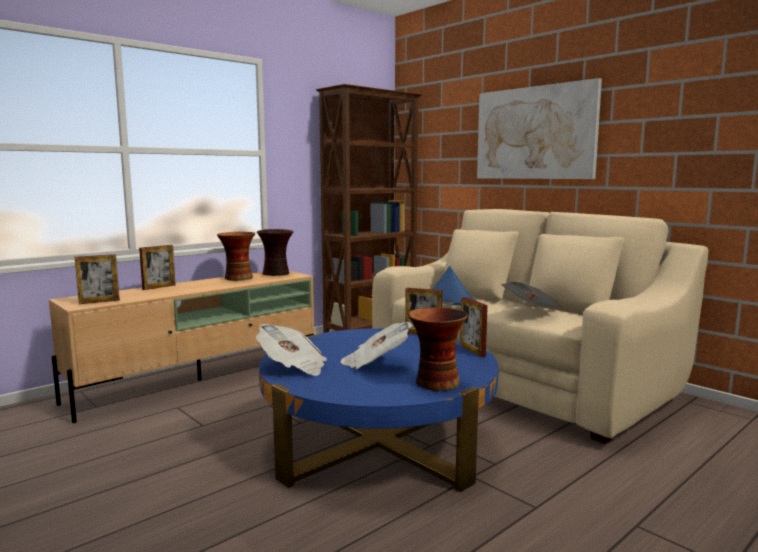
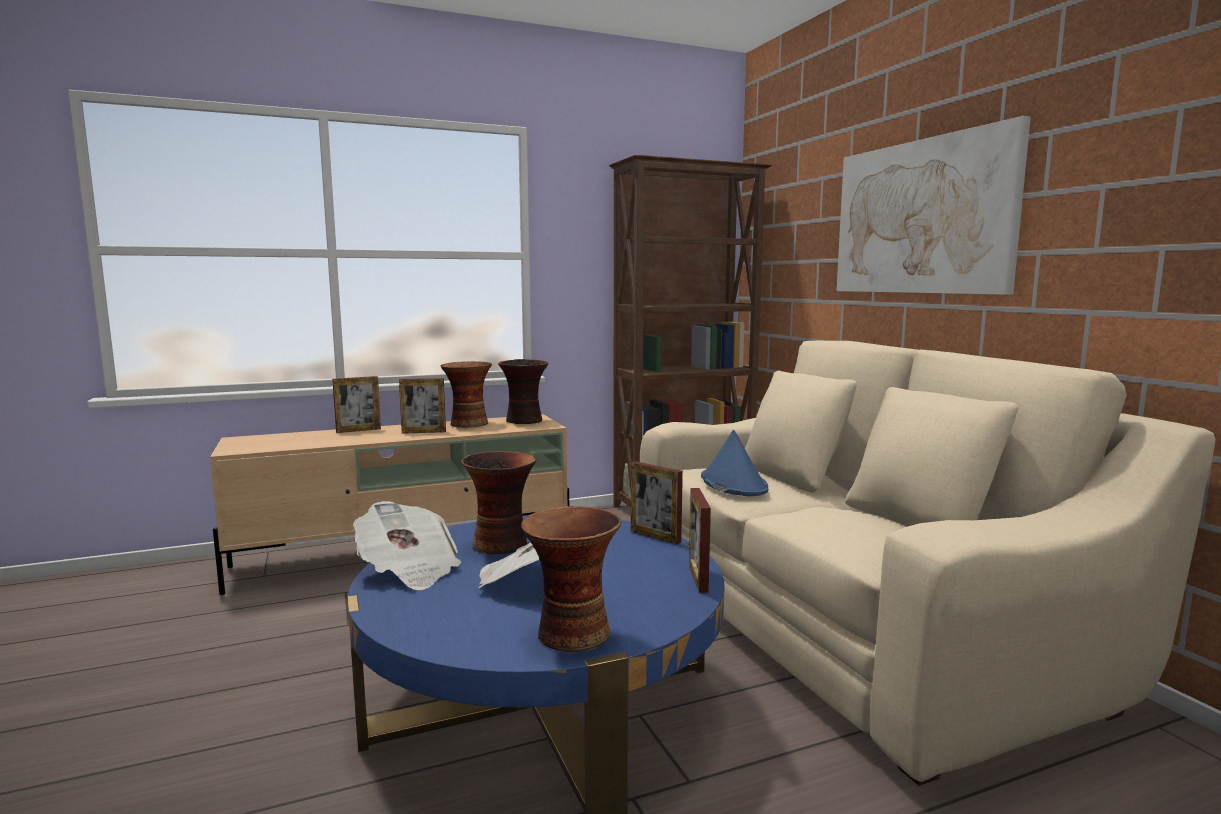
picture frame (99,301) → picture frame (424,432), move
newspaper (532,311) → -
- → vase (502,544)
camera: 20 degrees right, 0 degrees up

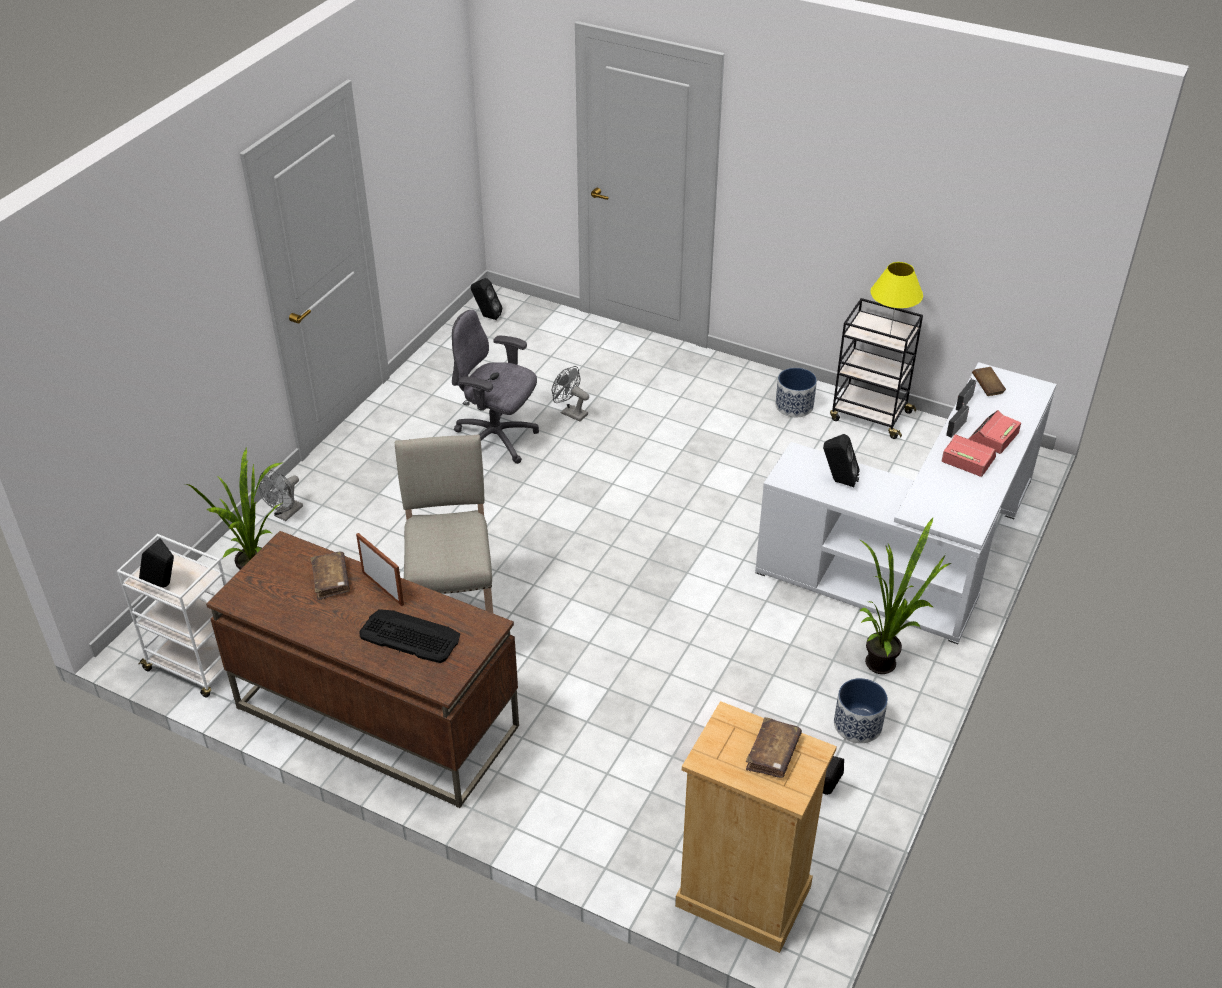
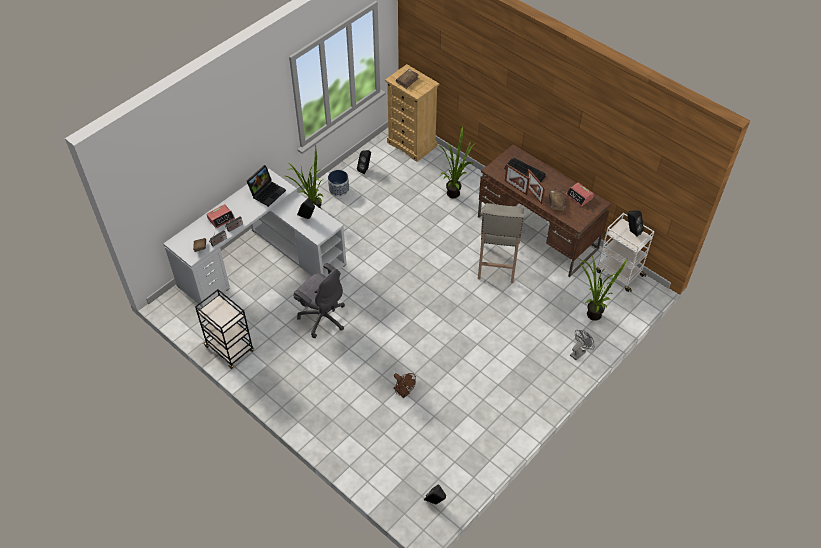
yellow table lamp (889,338) → -
grey office chair (496,440) → grey office chair (322,317), move
grey fan (570,413) → brown fan (403,392)
planter (794,406) → -
alarm clock (967,460) → alarm clock (579,197), move
- → potted plant (455,192)
- → picture frame (516,187)
- → laptop (267,192)
camera: 165 degrees left, 10 degrees up

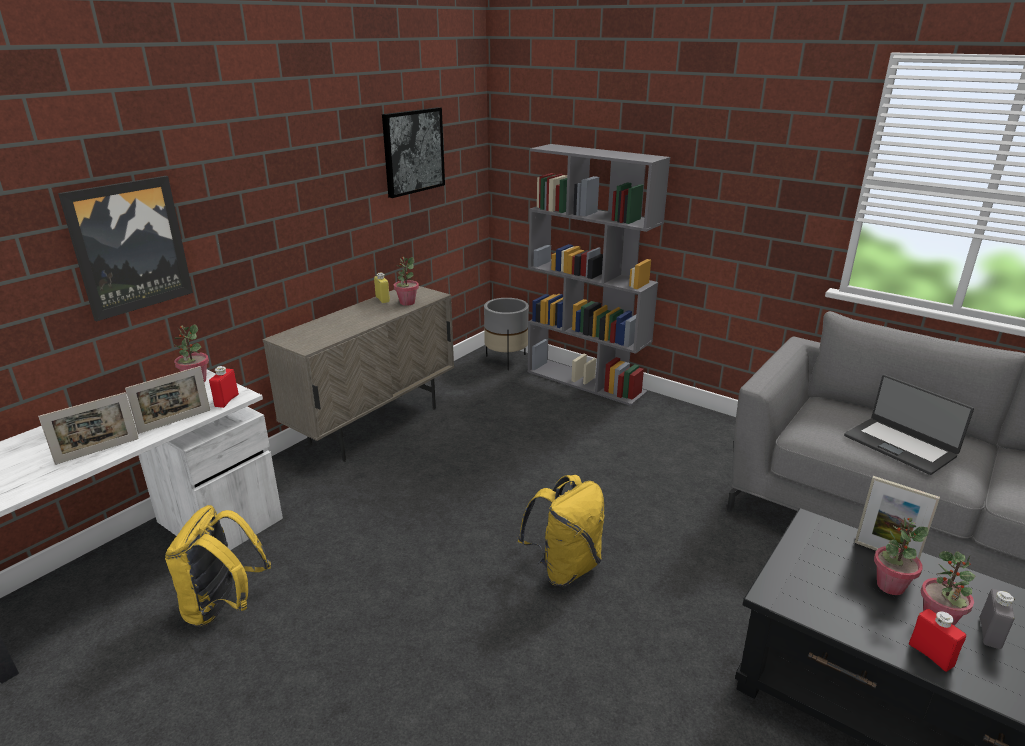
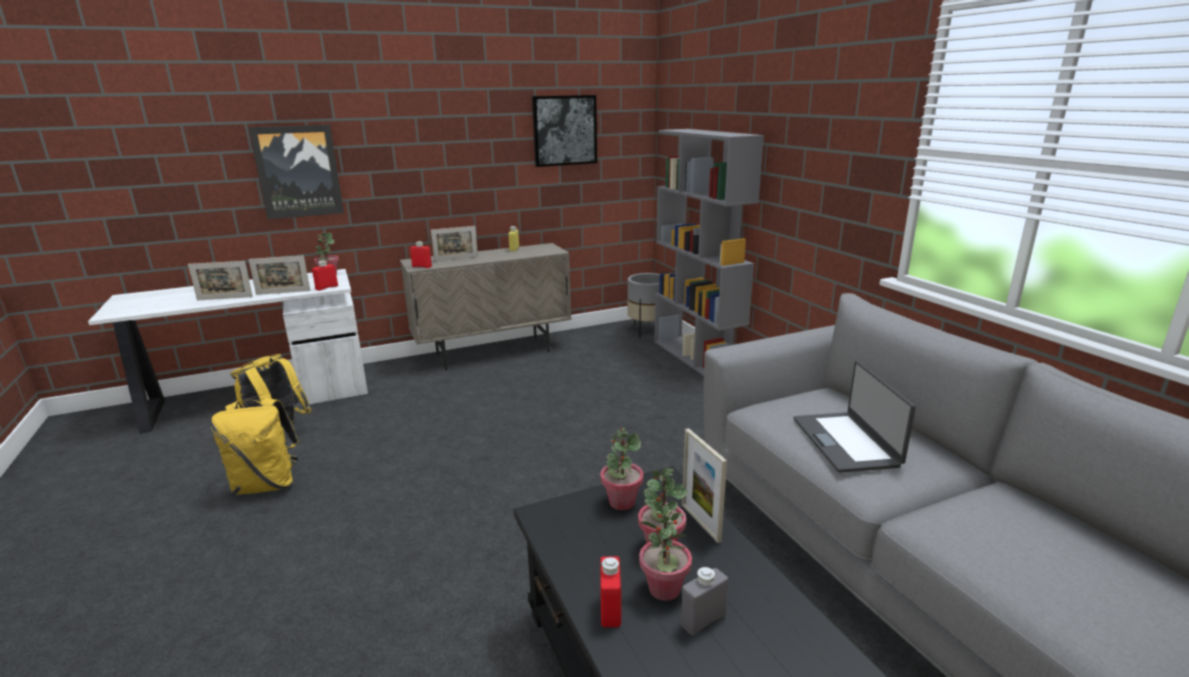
potted plant (407,303) → potted plant (621,502), move
yellow backpack (564,567) → yellow backpack (267,485), move
- → picture frame (456,258)
- → red bottle (422,266)
camera: 30 degrees right, 5 degrees down

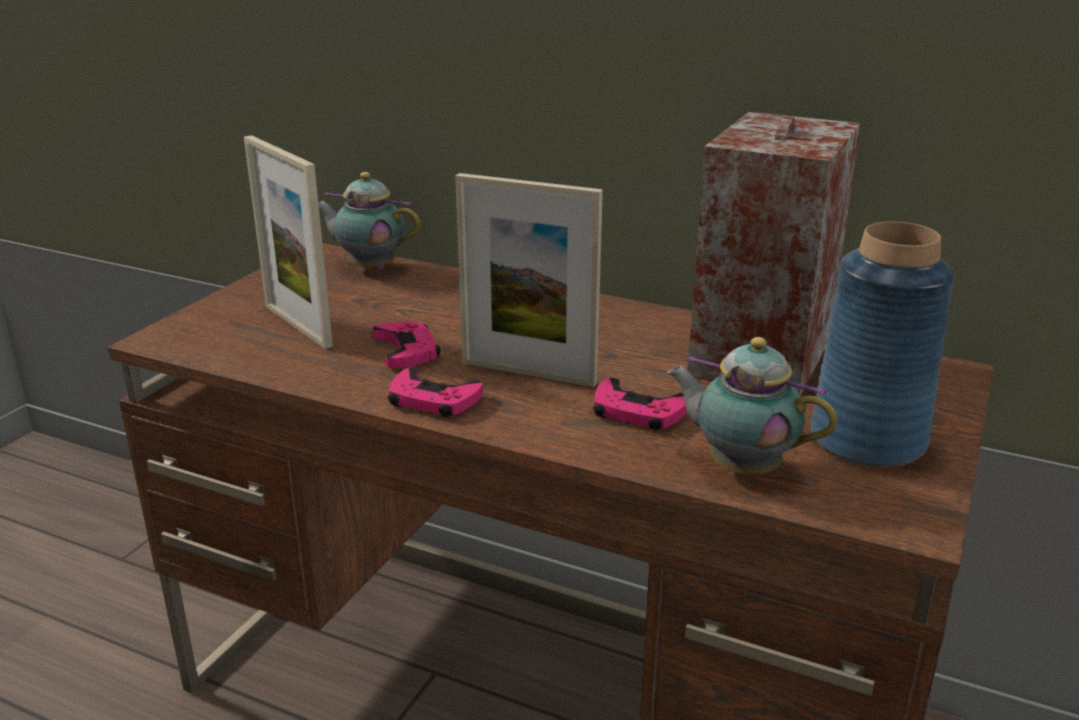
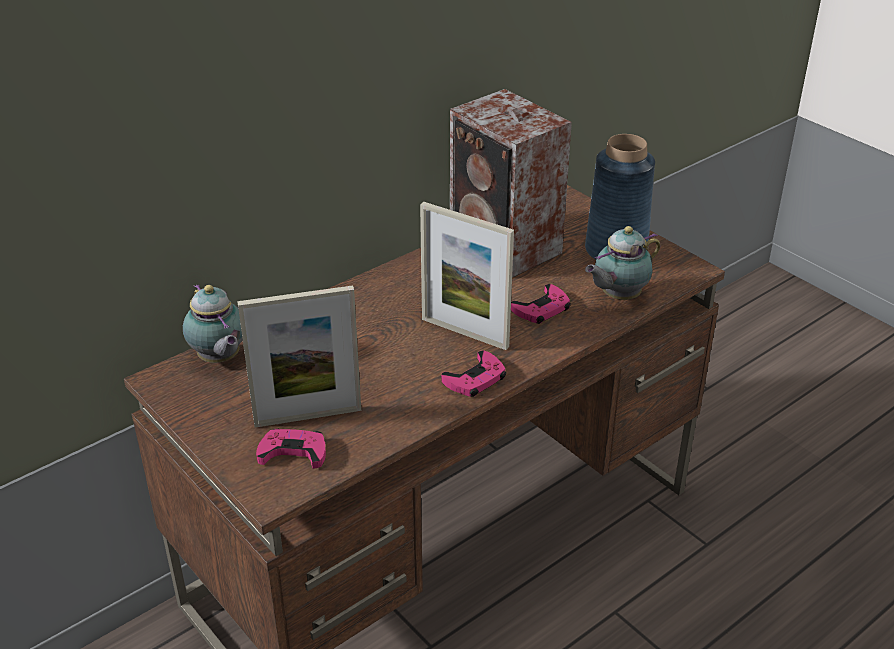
teapot (369,267) → teapot (219,359), 75 degrees counterclockwise
picture frame (528,372) → picture frame (464,333), 75 degrees clockwise
pink game controller (407,350) → pink game controller (293,452), move
camera: 65 degrees left, 10 degrees up

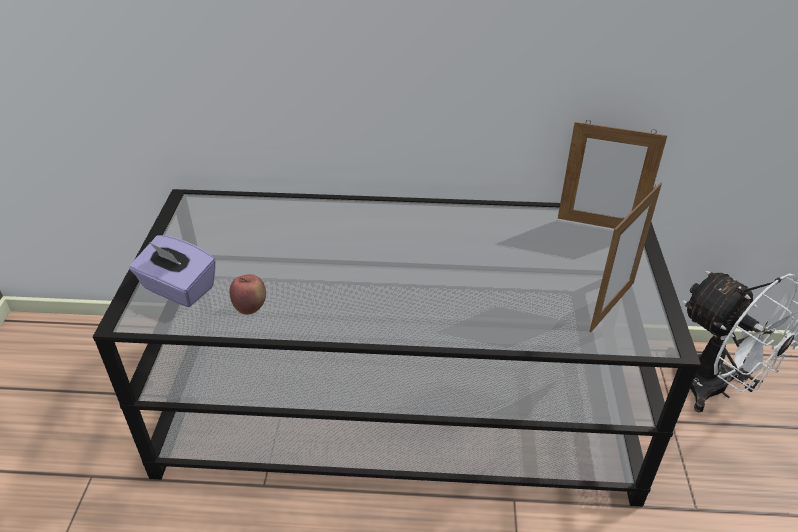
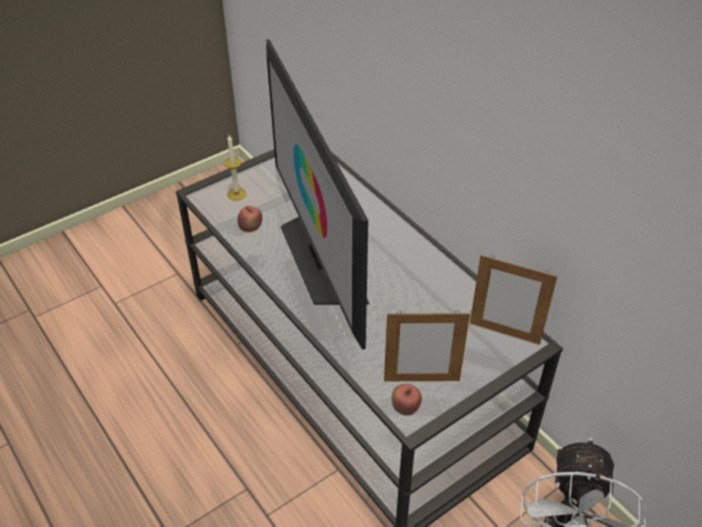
picture frame (598,225) → picture frame (504,333), 45 degrees counterclockwise
purple tissue box (178,289) → candle (236,194)
- → television (320,258)
- → apple (405,409)
camera: 50 degrees right, 5 degrees up

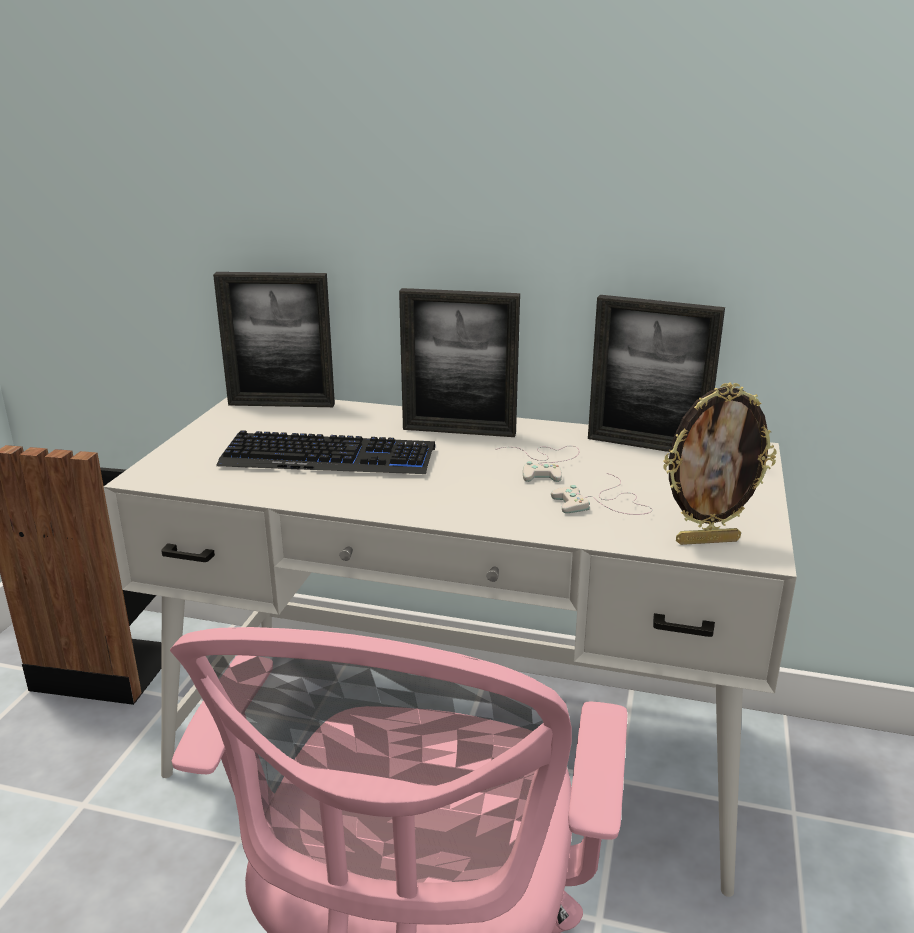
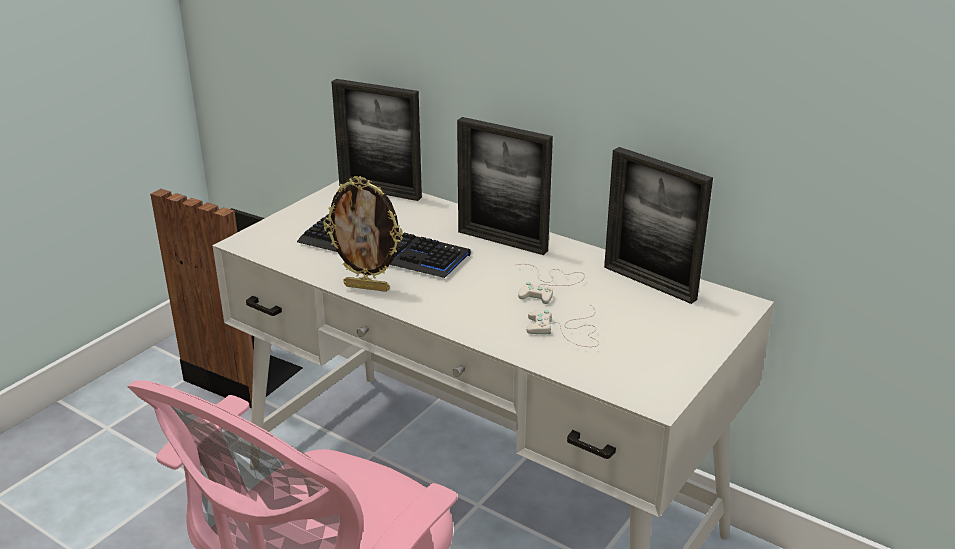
picture frame (707,540) → picture frame (367,287), move
camera: 20 degrees right, 5 degrees up

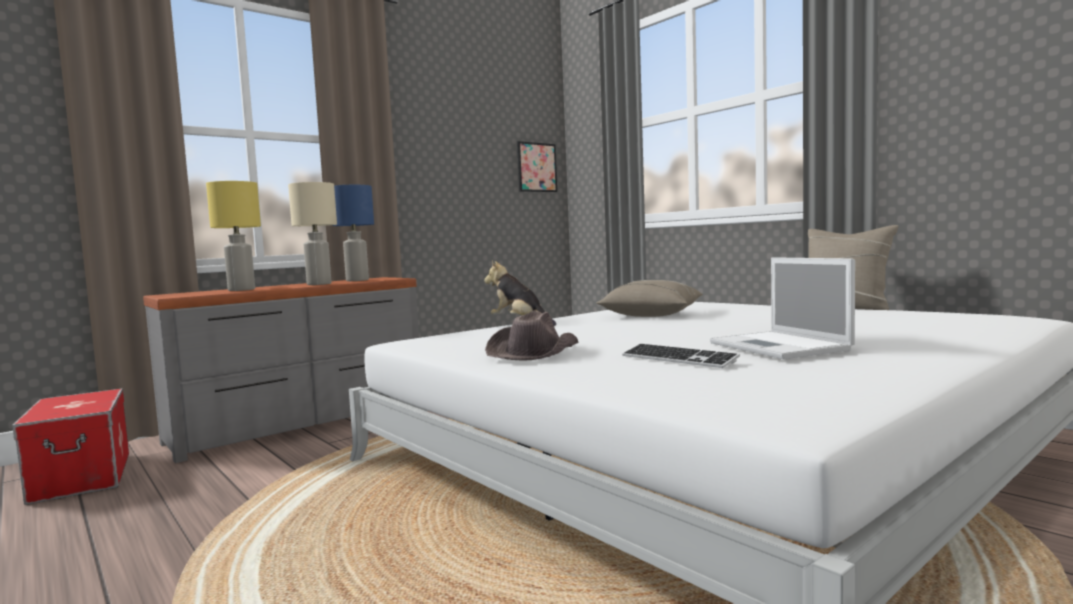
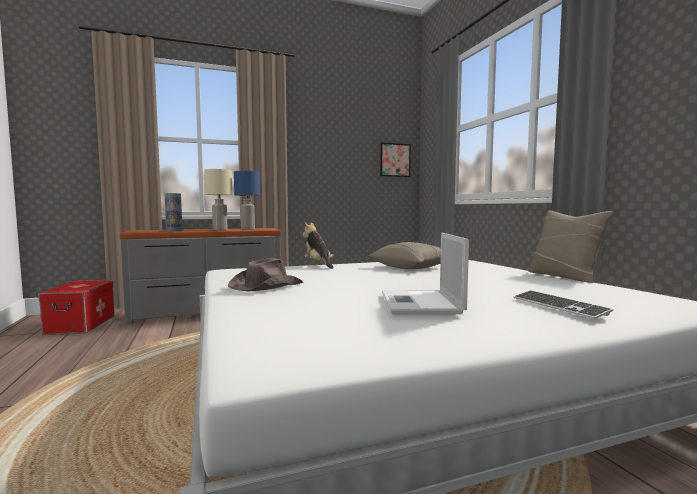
yellow table lamp (242,290) → vase (174,230)
keyboard (678,359) → keyboard (558,306), move
camera: 20 degrees right, 0 degrees up

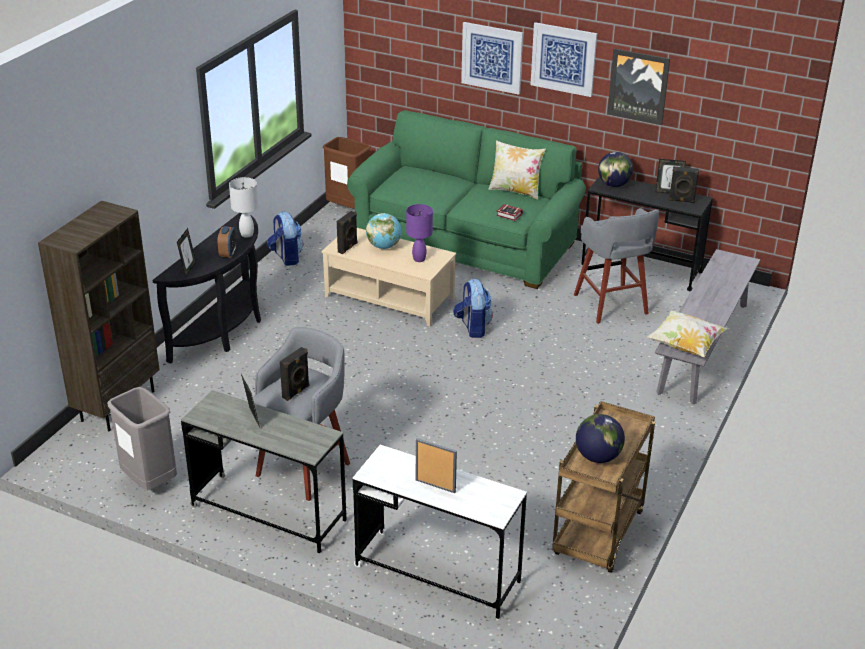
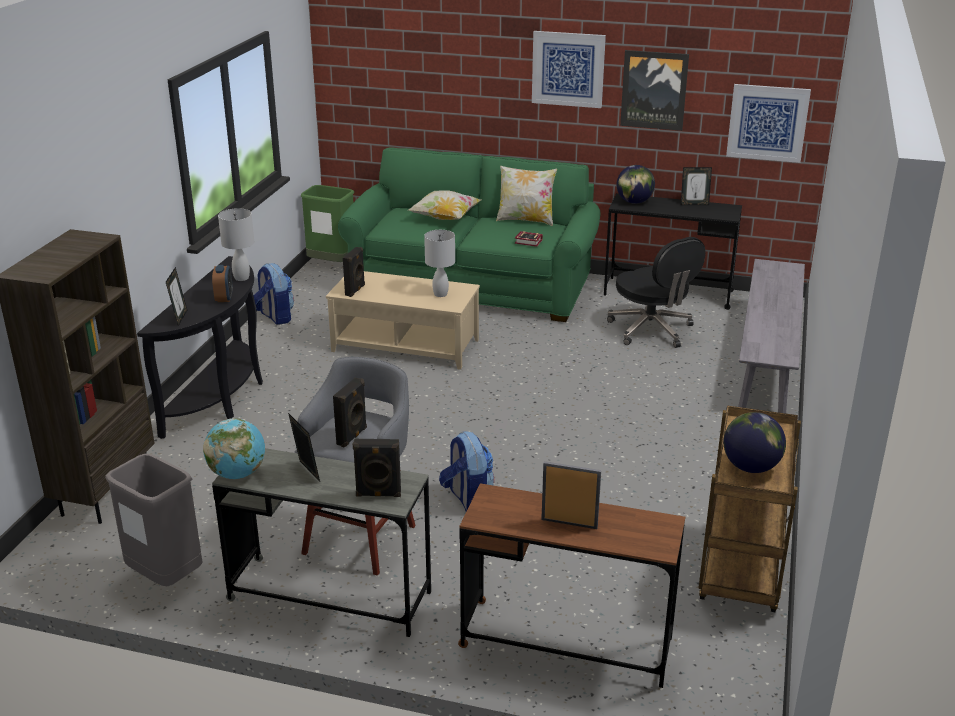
picture (492,57) → picture (767,123), move
brown trash can (348,208) → green trash can (332,264)
black speaker (681,200) → black speaker (378,494), move
purple table lamp (419,259) → white table lamp (440,294)
grey stool (611,305) → black office chair (652,330)
globe (384,246) → globe (237,474), move
backpack (472,328) → backpack (467,499), move
pillow (685,346) → pillow (445,218), move
white desk (437,574) → brown desk (566,642)
camera: 10 degrees left, 5 degrees down

